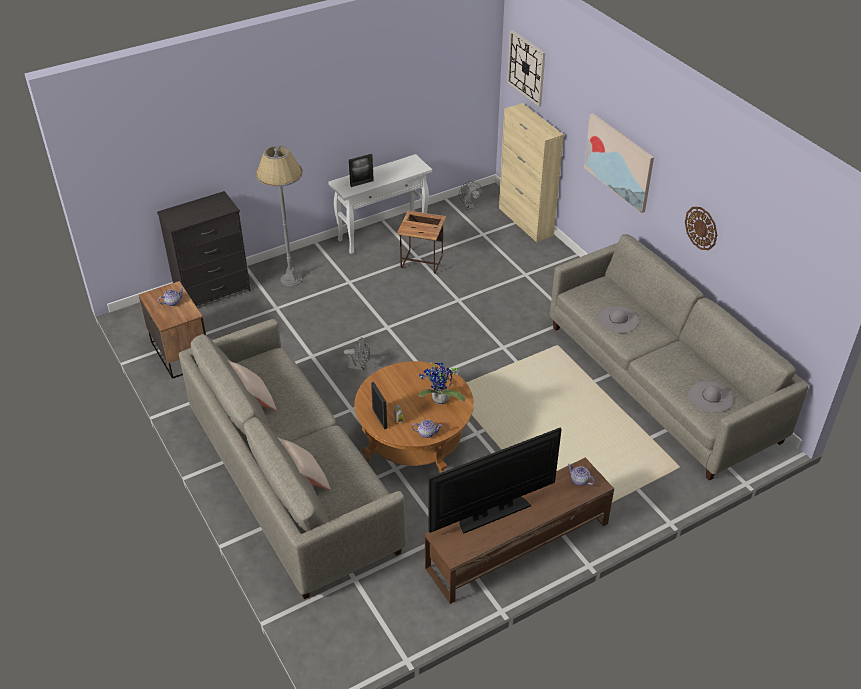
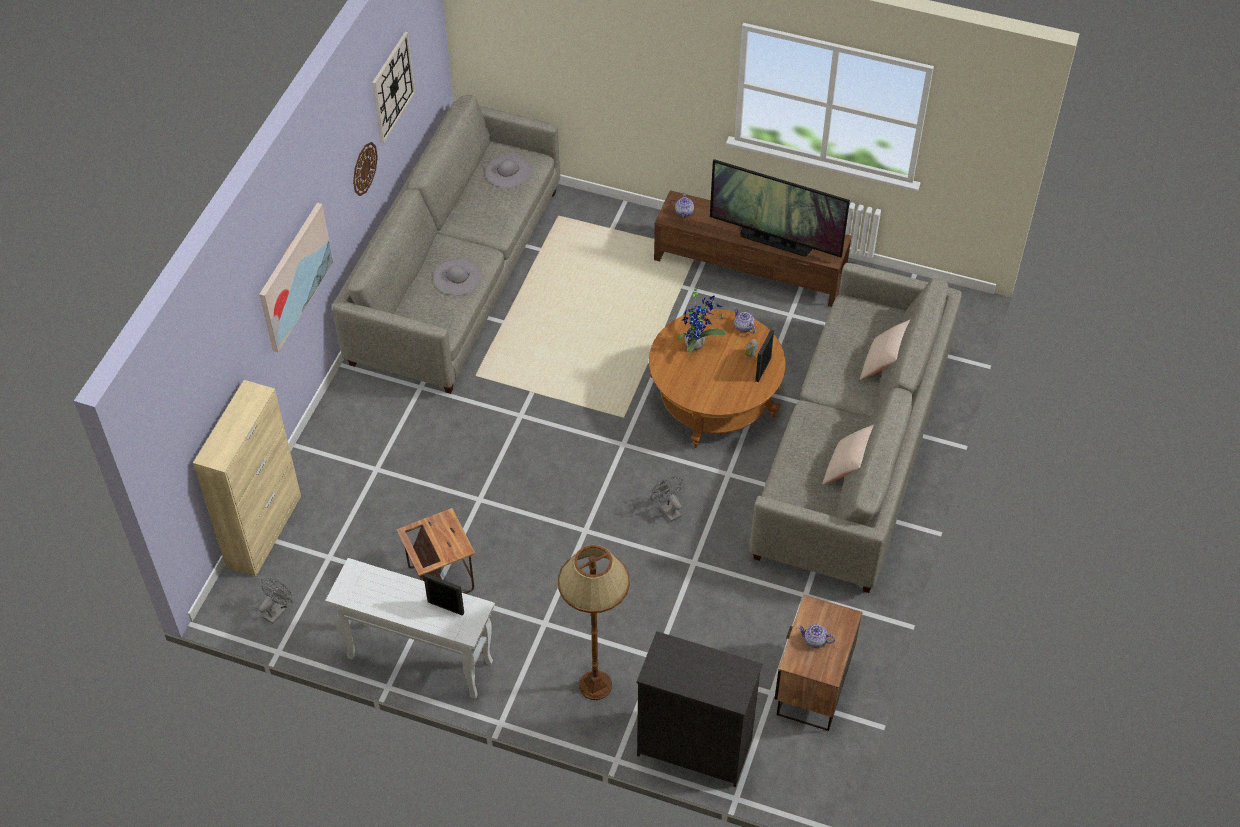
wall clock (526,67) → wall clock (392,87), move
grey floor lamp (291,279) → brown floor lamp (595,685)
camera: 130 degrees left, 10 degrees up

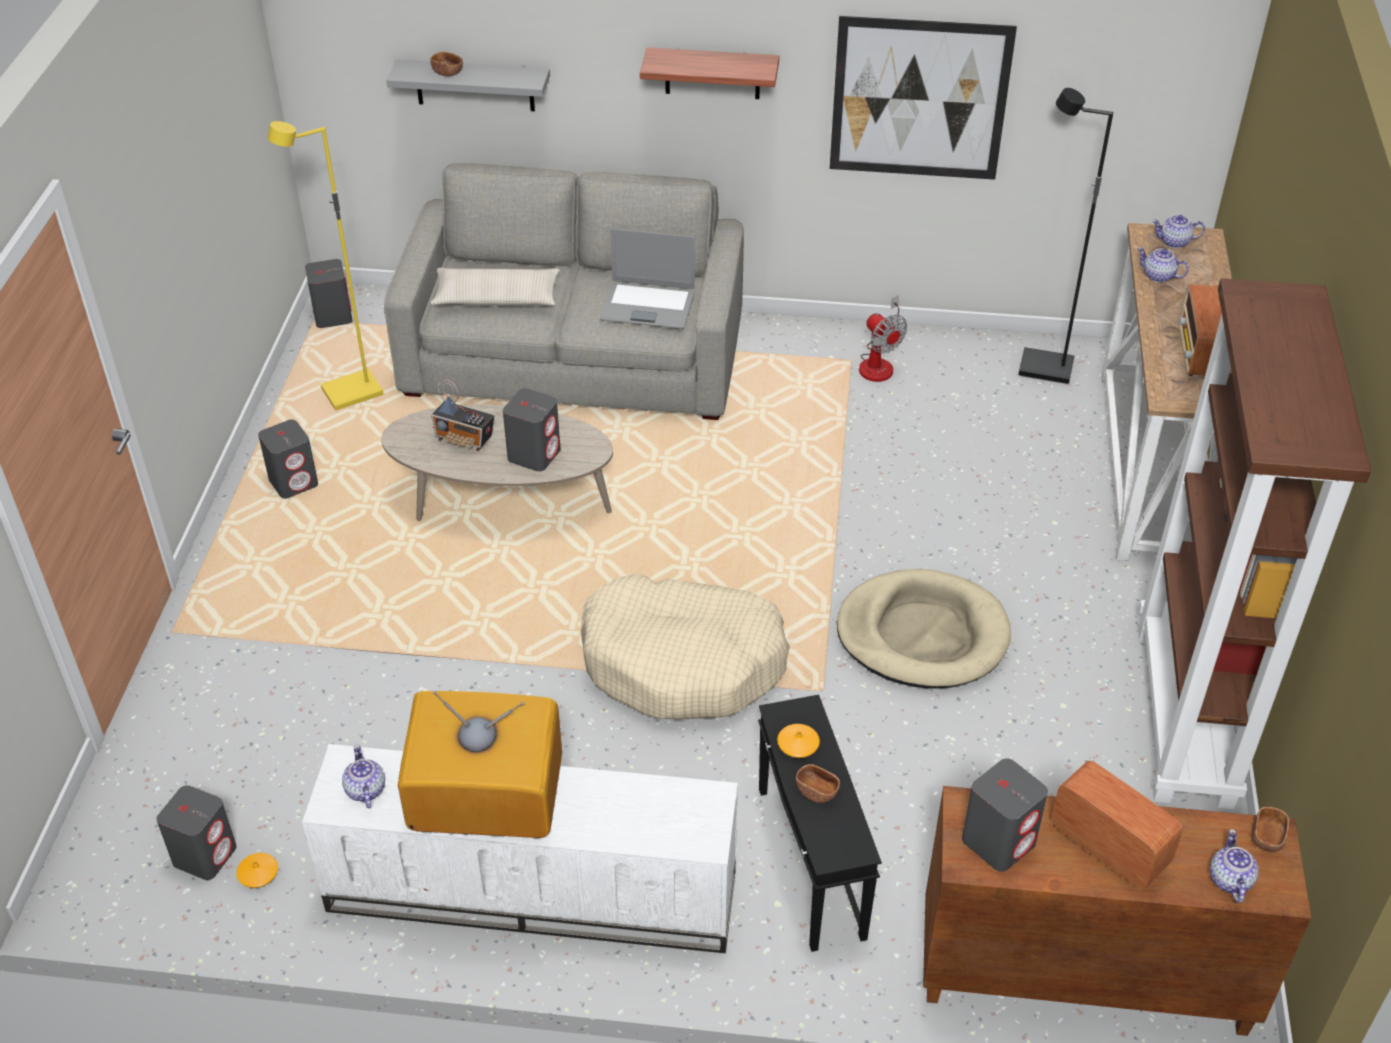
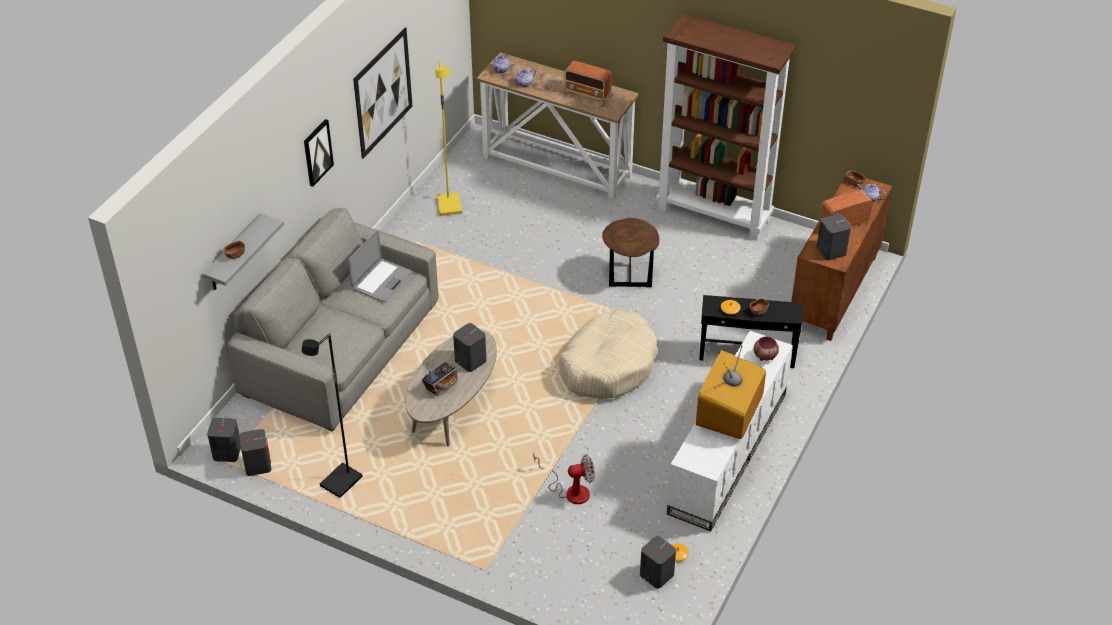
shelf (712,73) → picture (317,152)
black floor lamp (1044,369) → black floor lamp (341,482), move
yellow floor lamp (352,393) → yellow floor lamp (450,206), move
beige pillow (496,298) → -
fan (879,362) → fan (570,490), move
grey speaker (294,482) → grey speaker (258,465), move
beige dog bed (922,634) → brown side table (629,278)
teapot (365,790) → -
- → bowl (764,356)
camera: 70 degrees left, 0 degrees up

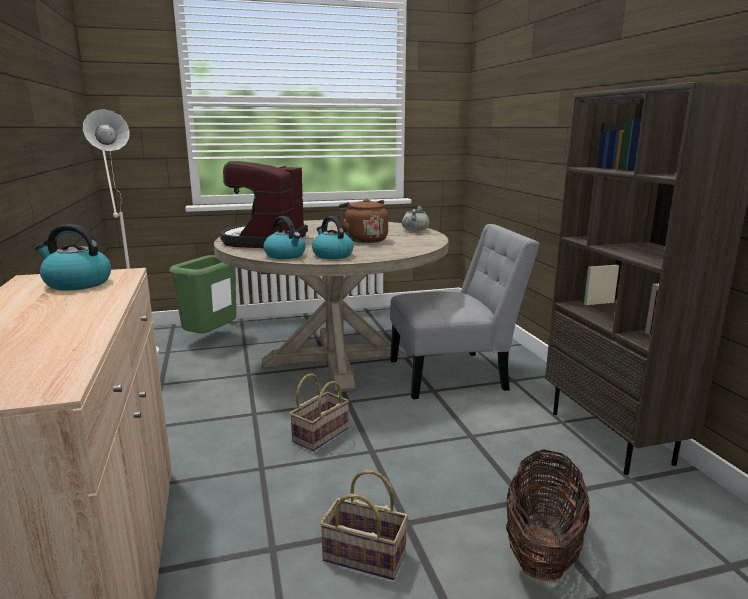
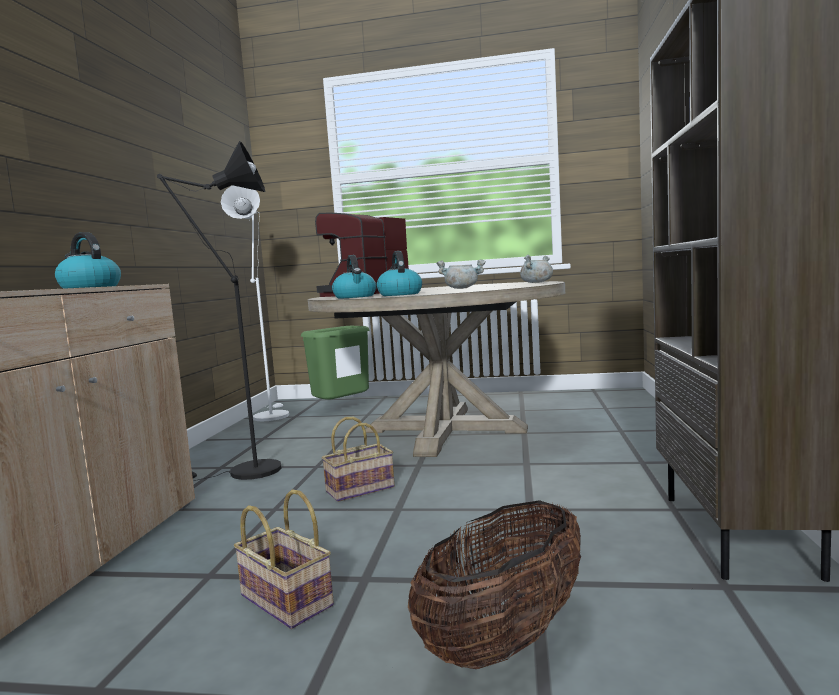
brown kettle (364,240) → grey cooking pot (462,288)
grey chair (454,374) → -
- → black floor lamp (245,472)
camera: 25 degrees right, 10 degrees down

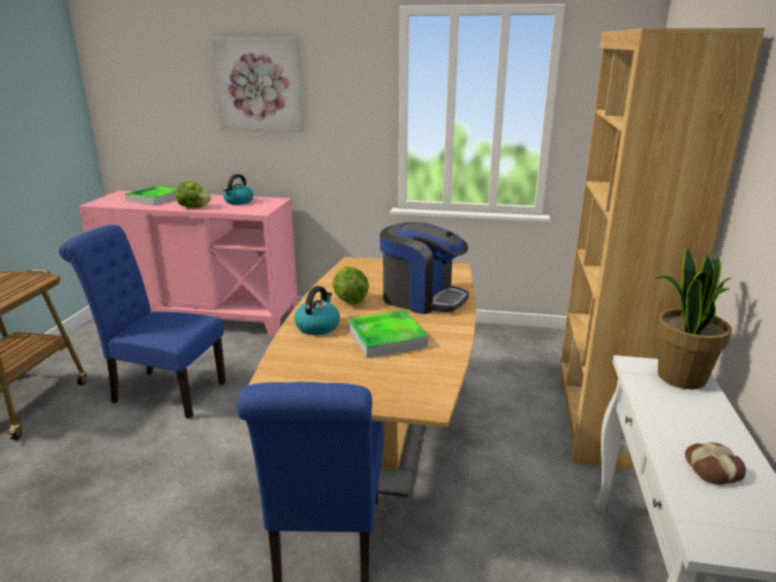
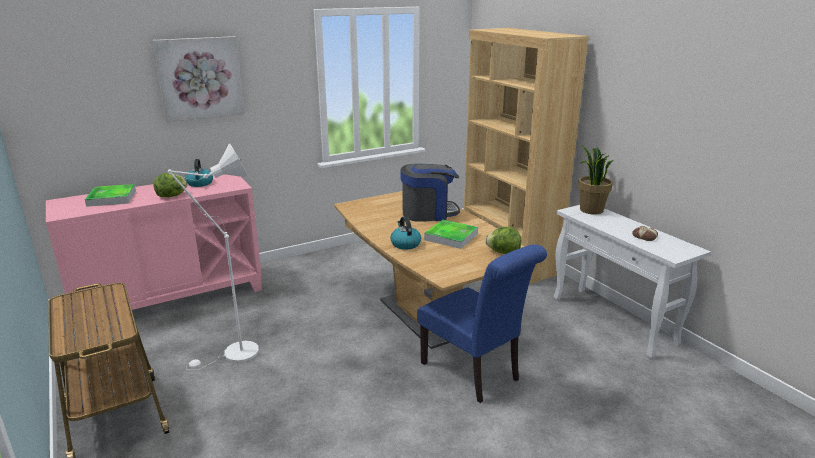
blue chair (163,391) → white floor lamp (234,355)
lettuce (349,300) → lettuce (503,252), move
camera: 40 degrees left, 0 degrees up

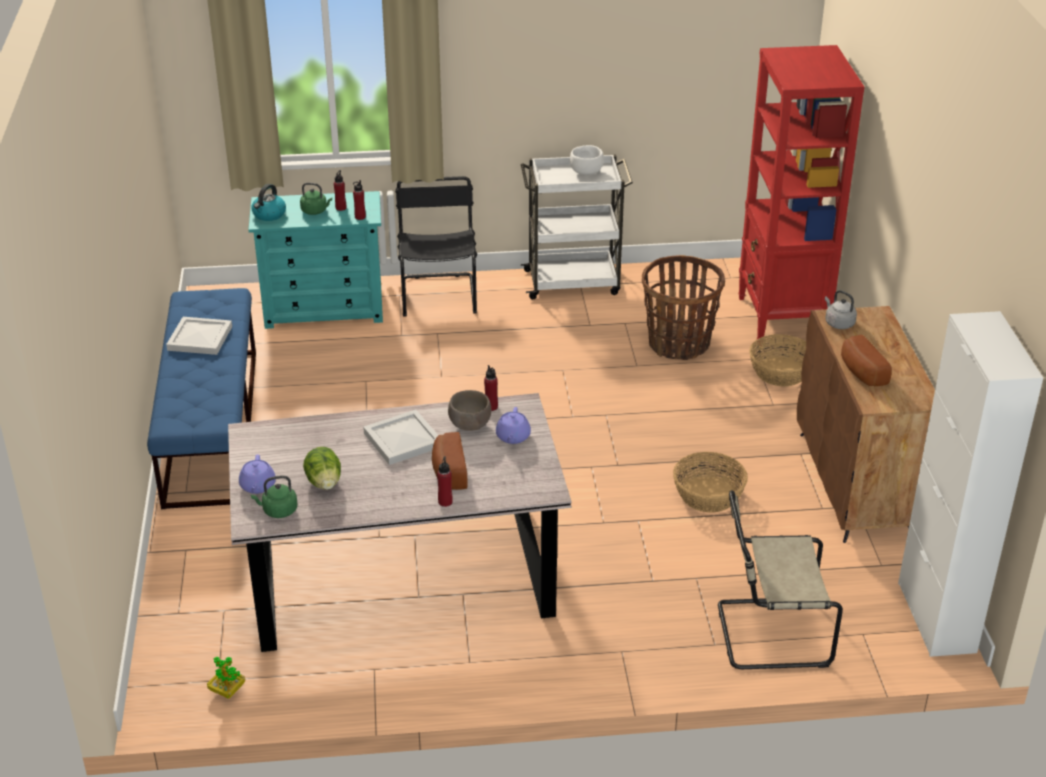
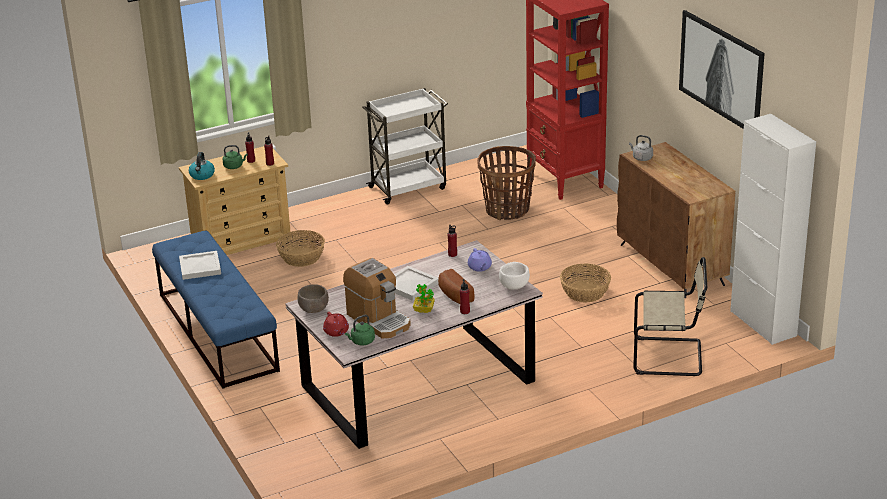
white bowl (586,172) → white bowl (514,286), move
black chair (438,294) → -
turquoise dresser (324,309) → beige dresser (242,242)
basket (780,372) → basket (301,257), move
bread (860,372) → -
brown bowl (469,425) → brown bowl (313,310), move
lettuce (324,483) → coffee machine (378,320)
purple teapot (257,486) → red teapot (336,332)
beige chair (768,634) → beige chair (670,357), 150 degrees counterclockwise
potted plant (227,690) → potted plant (424,310), move
- → picture (722,71)
camera: 20 degrees left, 5 degrees down

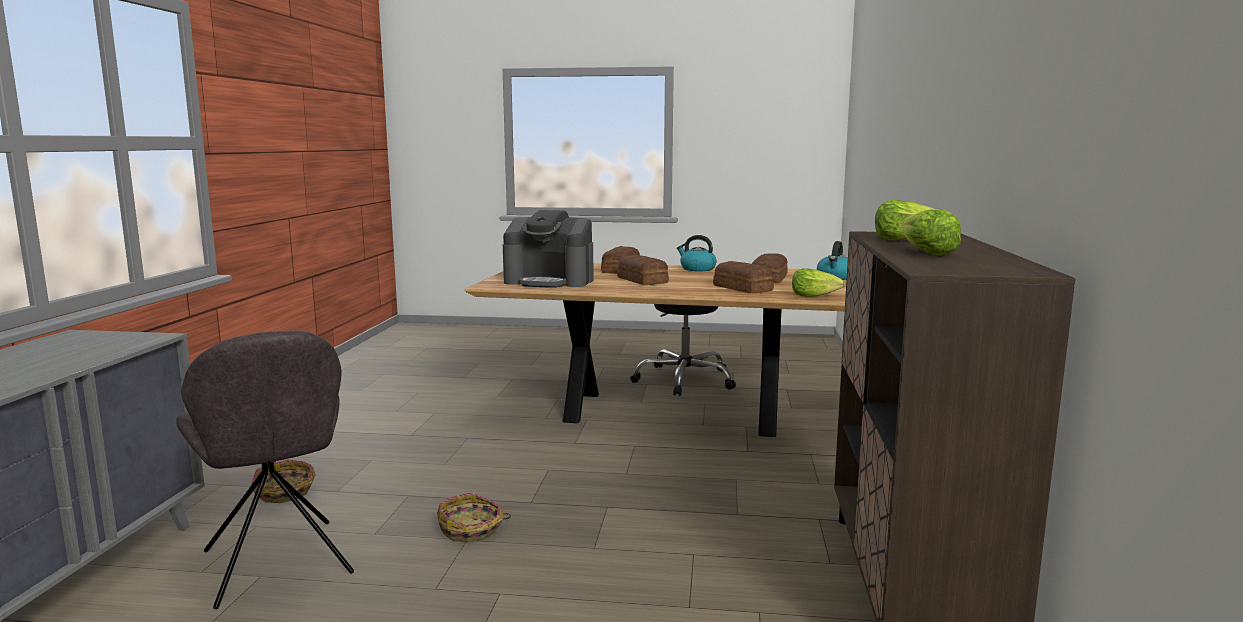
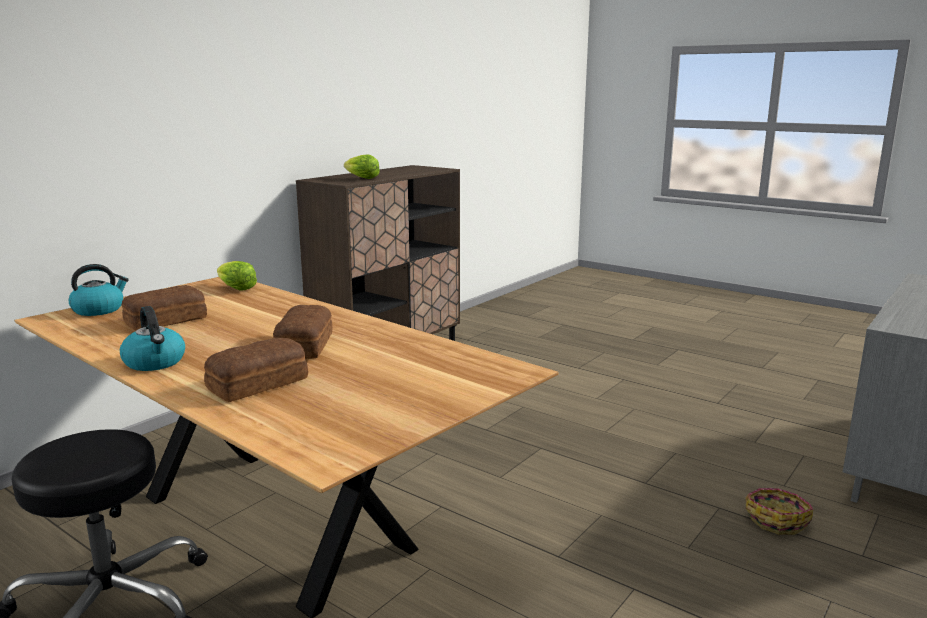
lettuce (925,253) → -
coffee machine (550,281) → -
bread (742,288) → -
grey chair (277,565) → -
basket (471,530) → -
camera: 150 degrees left, 5 degrees up

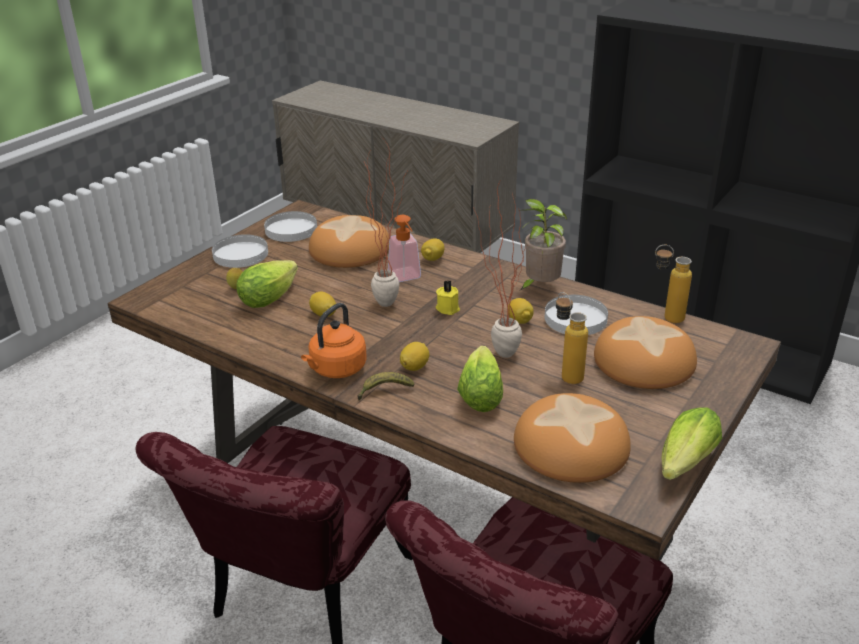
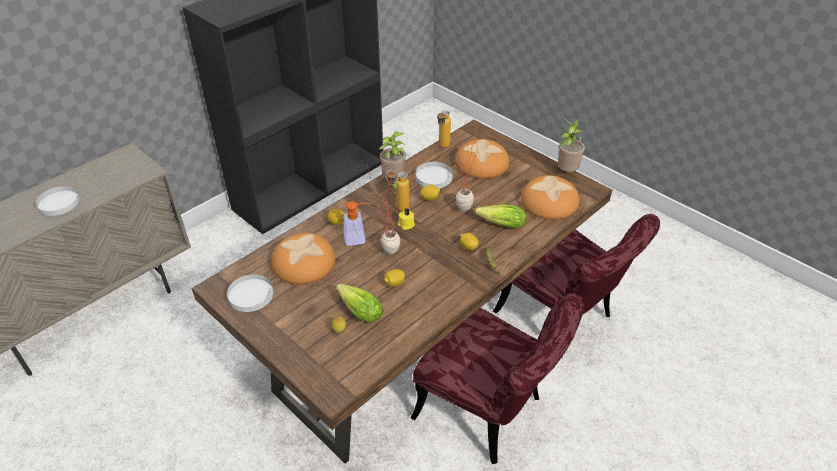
white plate (241,254) → white plate (59,202), move
bottle (566,374) → bottle (398,209), move
orange kettle (336,369) → -
lettuce (683,465) → potted plant (566,172)
camera: 80 degrees left, 10 degrees up

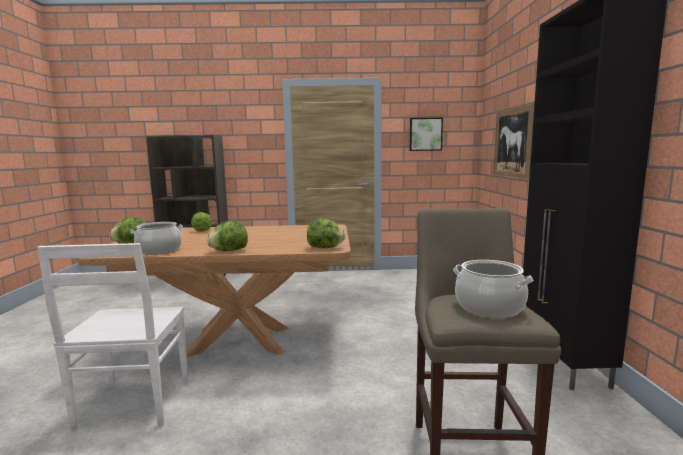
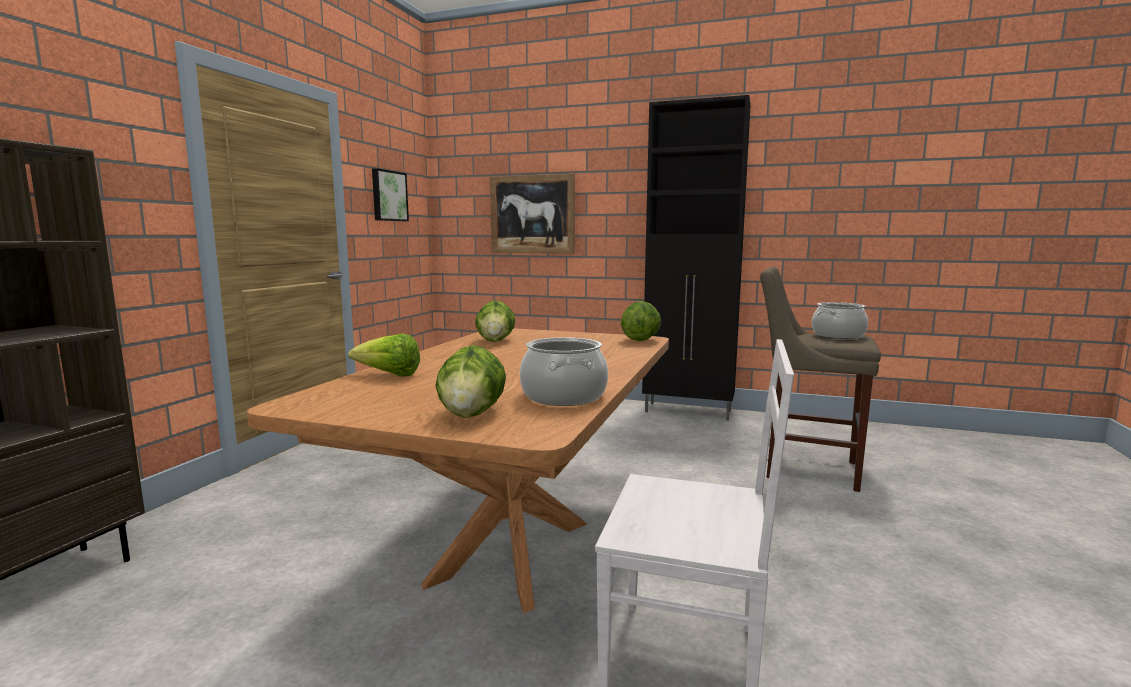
lettuce (229,251) → lettuce (495,341), move
camera: 70 degrees left, 0 degrees up

